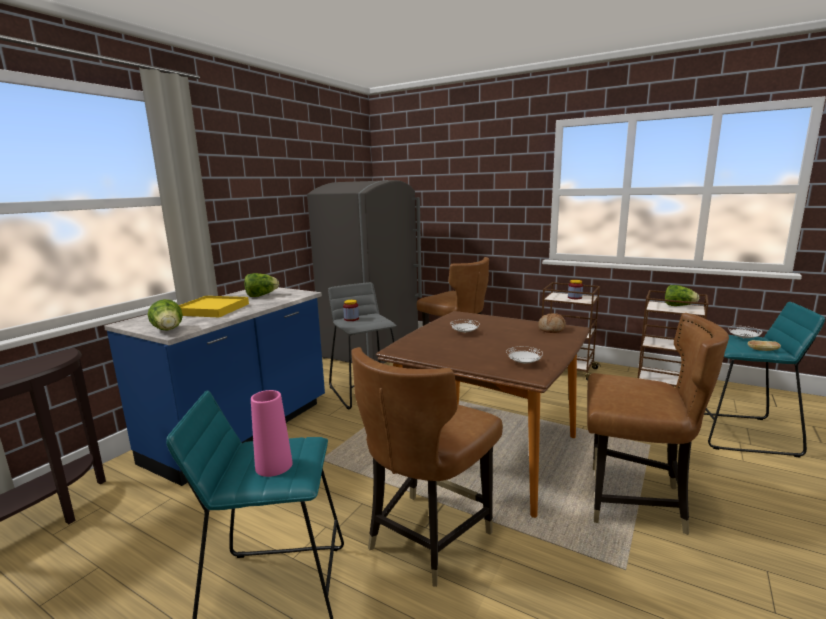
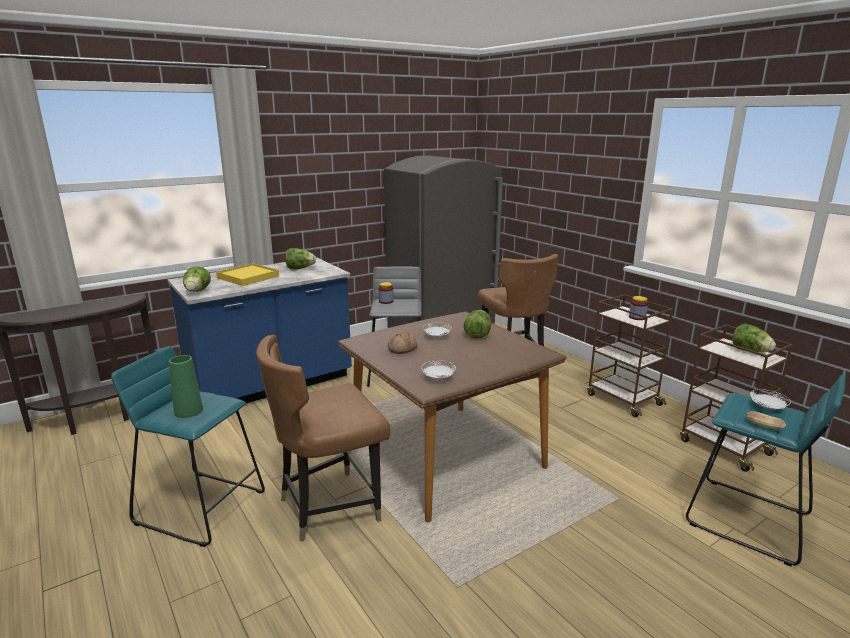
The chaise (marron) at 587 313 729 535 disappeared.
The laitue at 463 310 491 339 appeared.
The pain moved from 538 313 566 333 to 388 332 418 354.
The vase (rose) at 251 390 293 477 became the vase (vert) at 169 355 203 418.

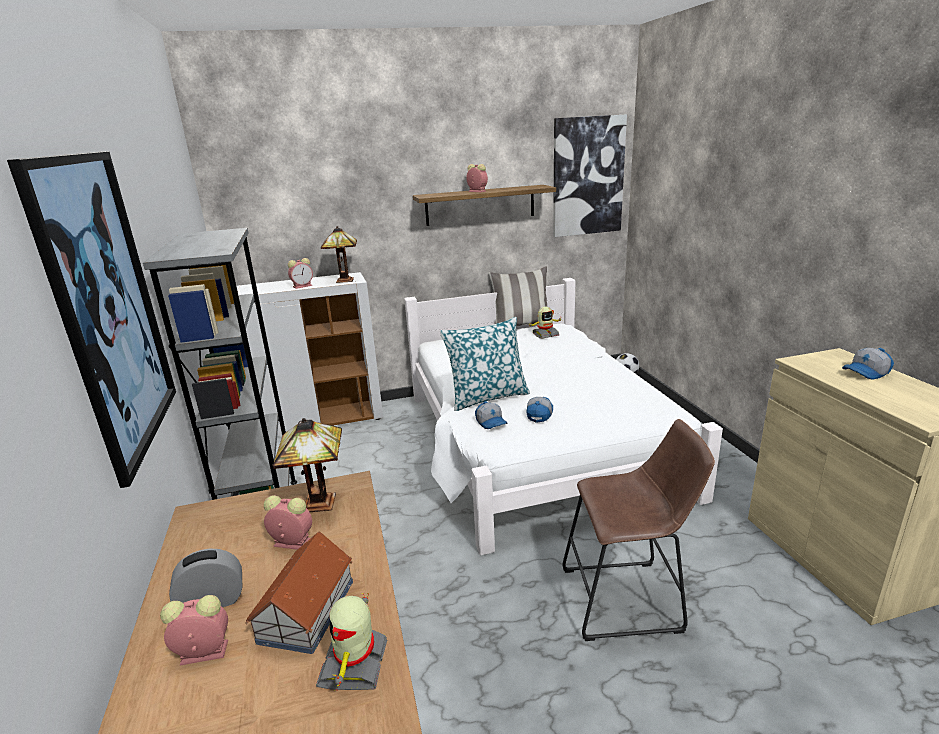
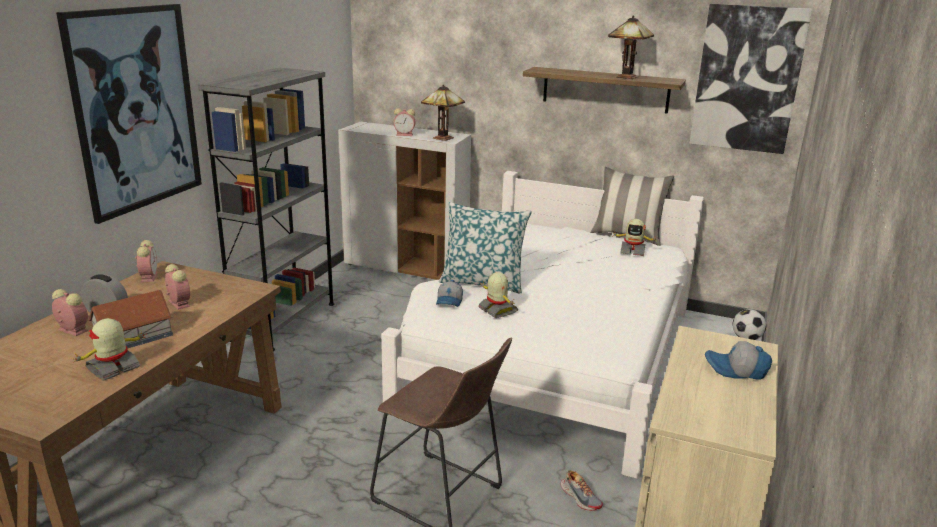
The chaussure at 561 470 603 511 appeared.
The lampe de table moved from 273 418 342 512 to 608 15 654 79.
The réveil moved from 466 164 488 192 to 135 240 157 282.
The casquette at 526 397 553 423 was replaced by the robot jouet at 479 272 518 318.

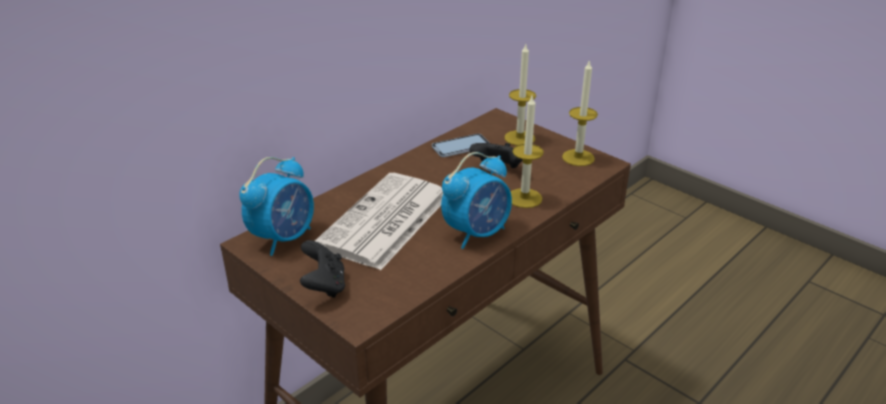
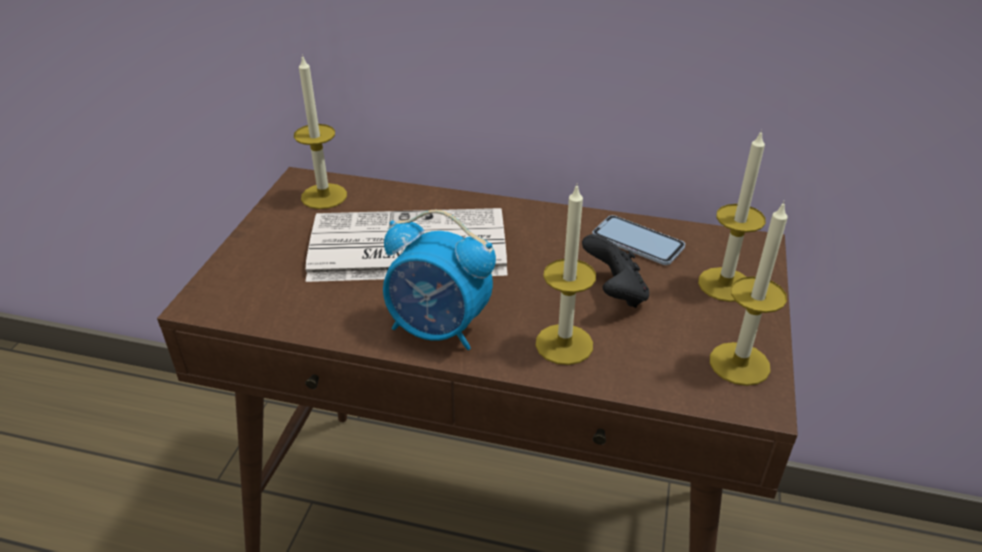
The manette (noir) at 300 240 345 298 disappeared.
The réveil at 239 157 314 256 was replaced by the bougie at 294 54 347 209.

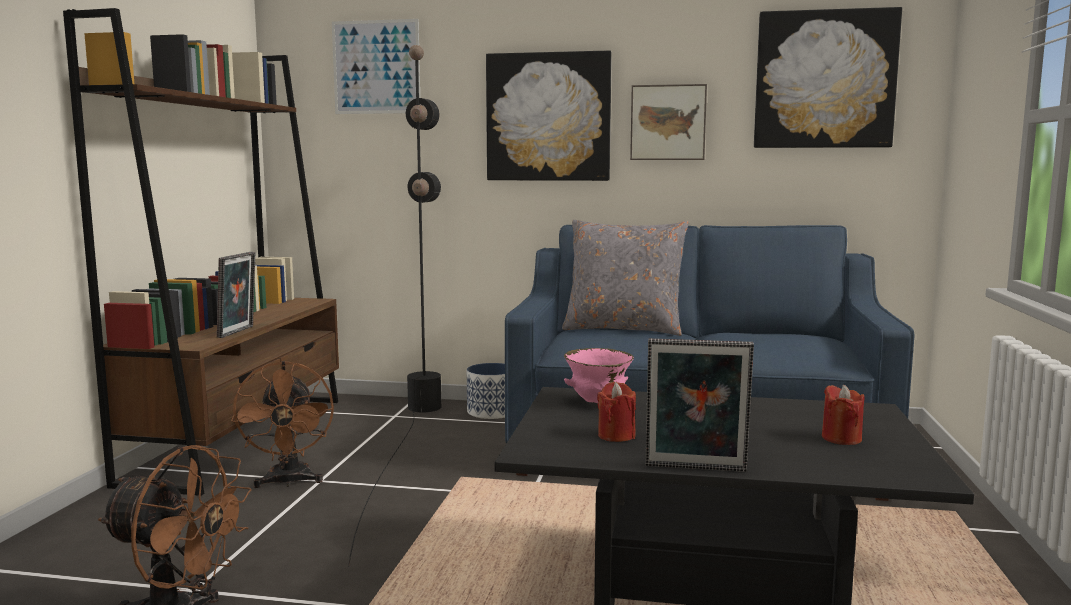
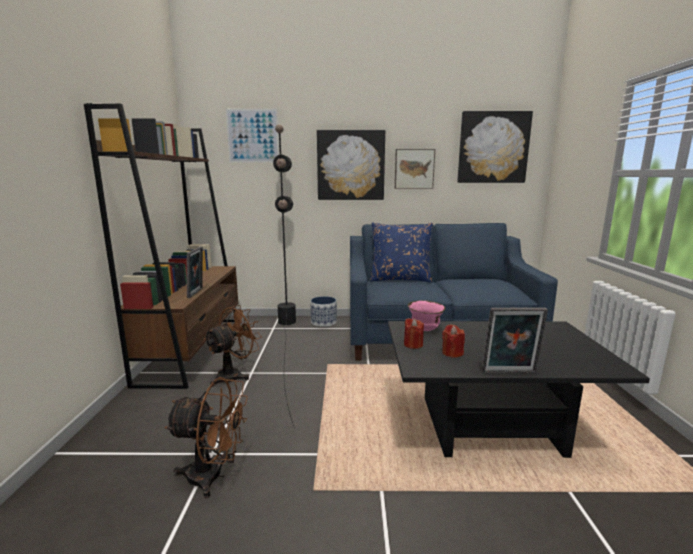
The bougie (rouge) moved from 822 385 865 445 to 404 318 424 349.
The coussin (gris) at 562 220 689 336 became the coussin (bleu) at 370 223 433 283.
The ventilateur (marron) at 231 361 334 488 turned 120 degrees counterclockwise.

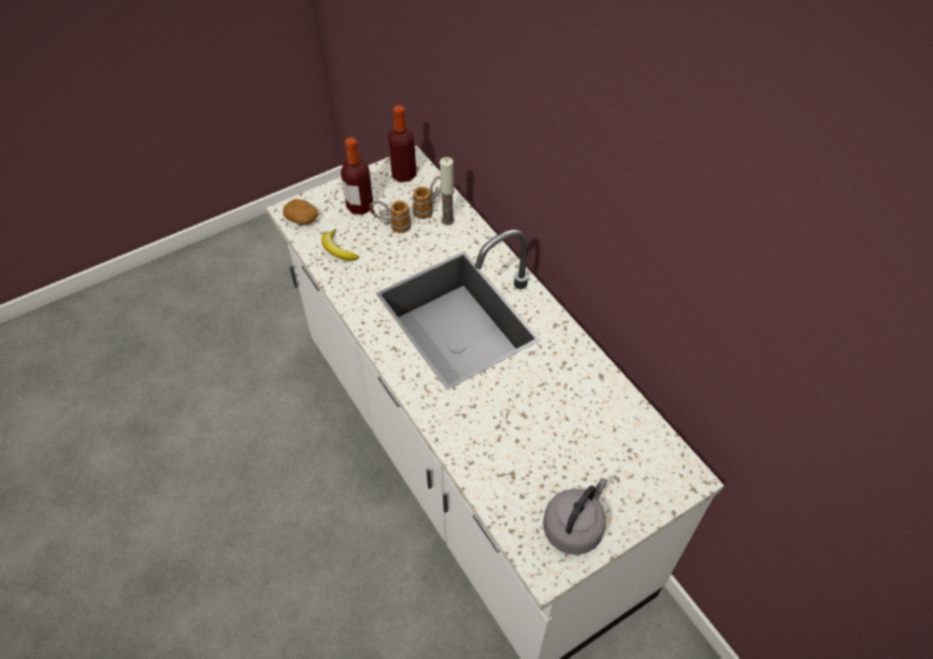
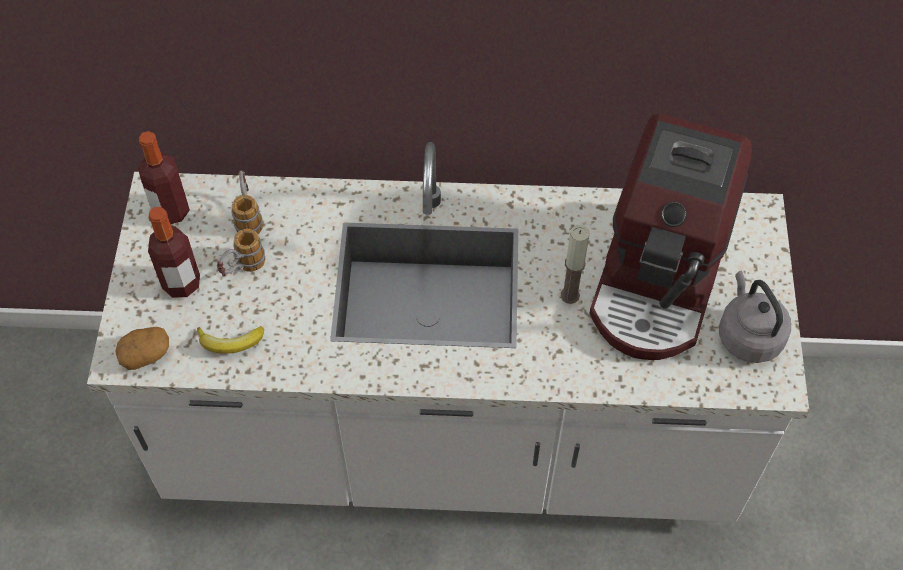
The machine à café at 589 114 752 360 appeared.
The bougie moved from 440 157 455 225 to 561 225 590 304.

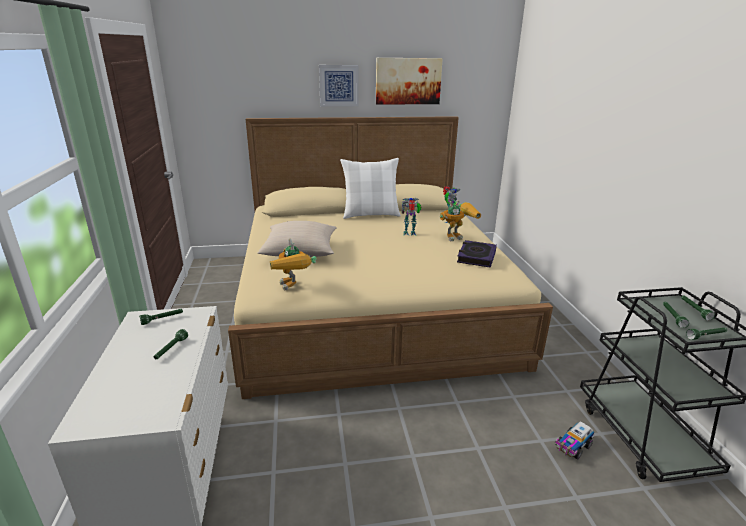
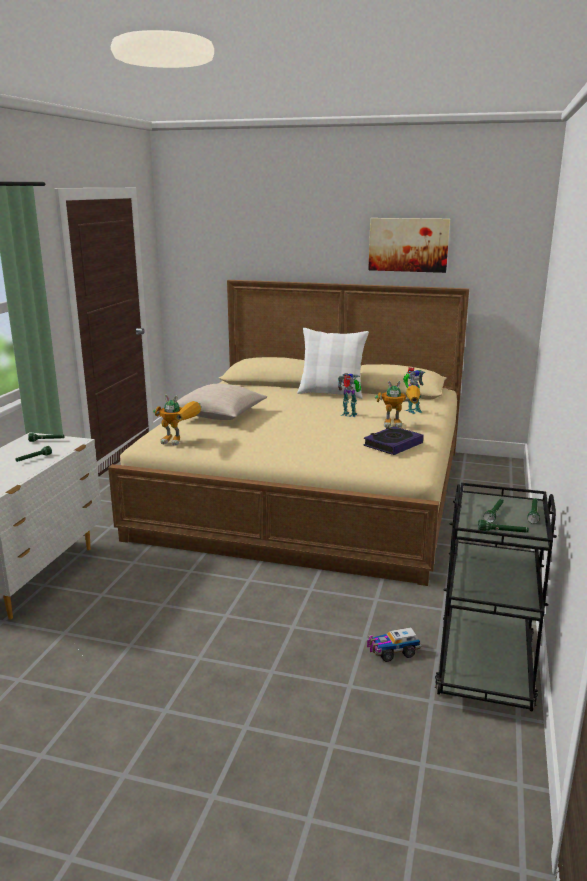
The tableau at 319 65 358 107 disappeared.
The robot jouet at 270 239 317 290 turned 75 degrees counterclockwise.

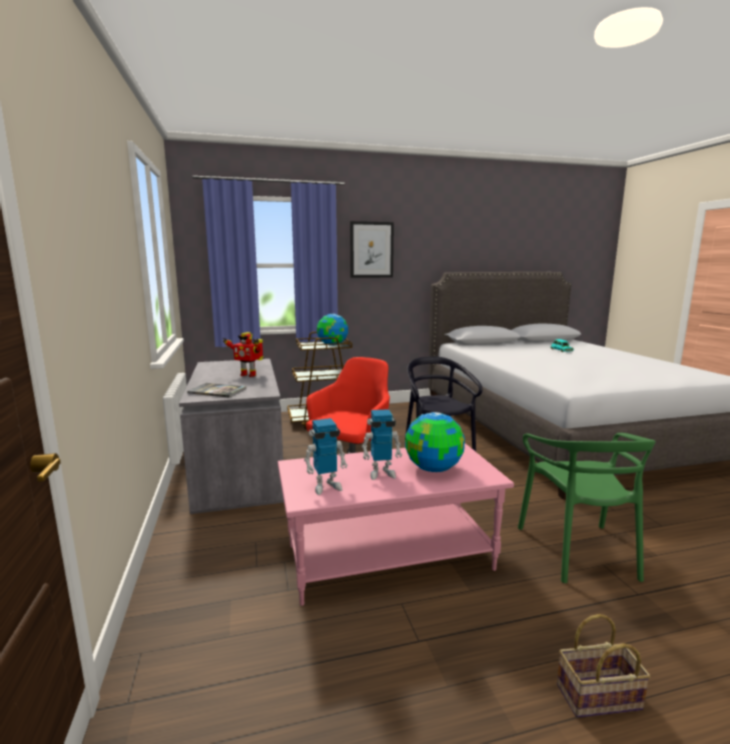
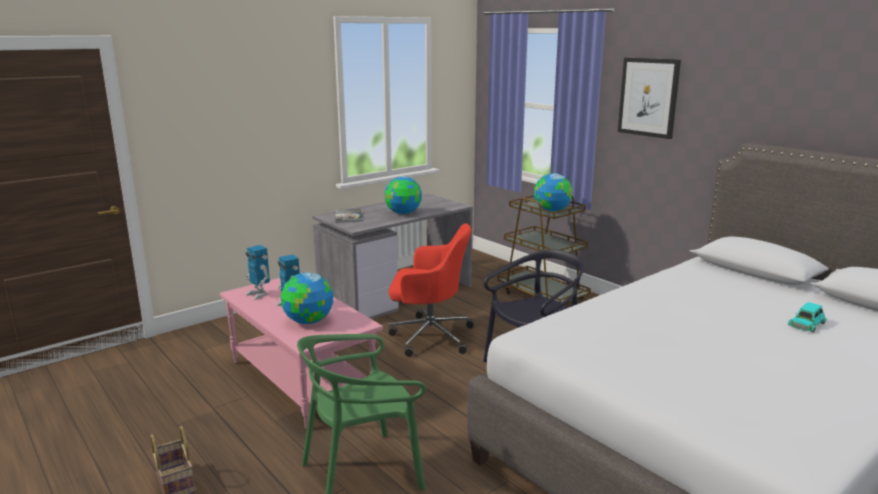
The robot jouet at 223 332 264 377 was replaced by the globe at 385 176 422 214.

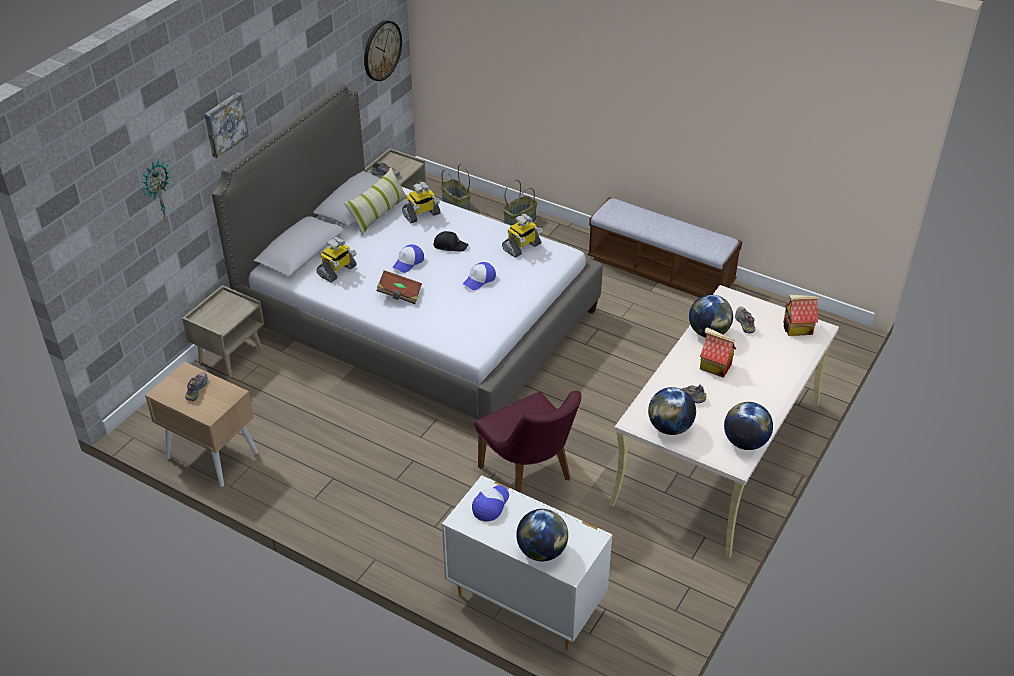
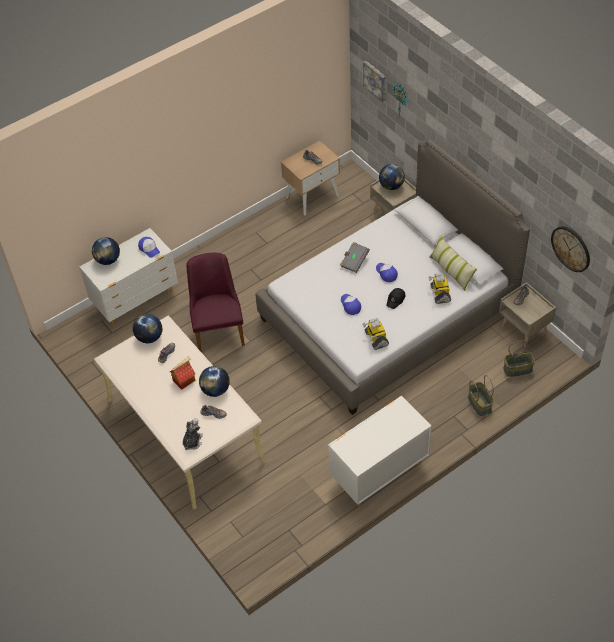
The robot jouet at 316 237 357 282 disappeared.
The tableau moved from 205 92 249 158 to 363 61 386 102.
The globe moved from 724 402 773 450 to 379 164 405 190.
The banc at 588 197 742 298 was replaced by the commode (blanc) at 328 396 432 507.
The maison miniature at 783 295 819 336 was replaced by the peluche at 183 418 203 450.
The livre (marron) at 376 270 422 304 became the livre (gris) at 340 242 370 273.
The chaise (violet) at 474 391 581 493 turned 90 degrees clockwise.

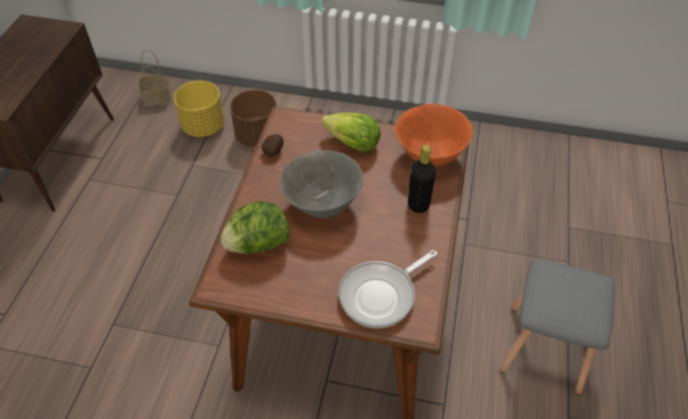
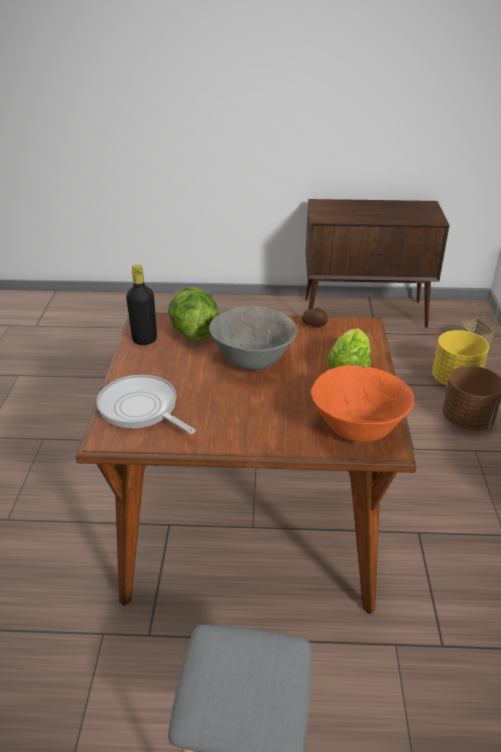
The bouteille (noir) moved from 408 145 436 213 to 126 264 157 345.

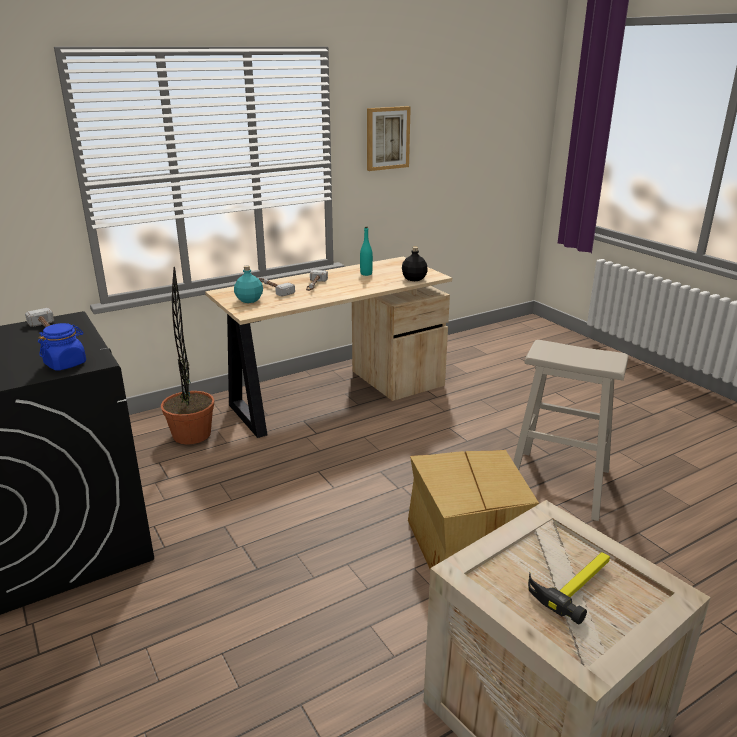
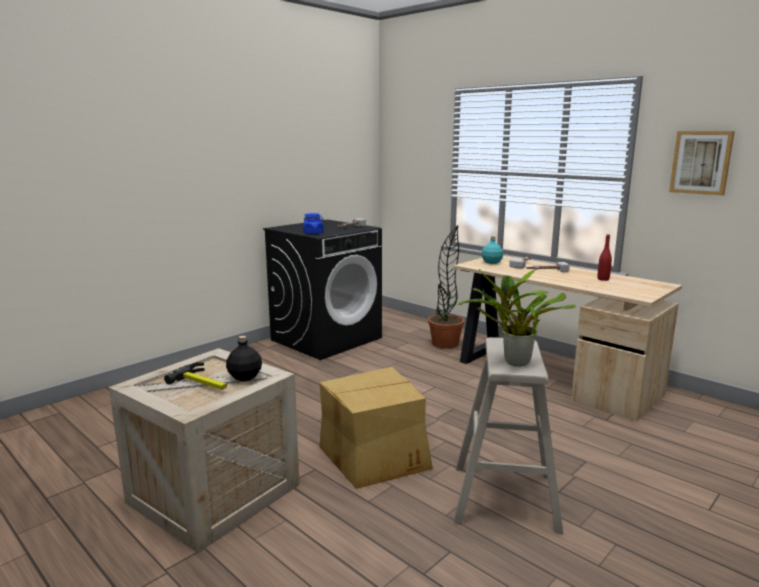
The plante en pot at 458 269 576 366 appeared.
The bouteille (noir) moved from 402 247 428 281 to 226 336 262 381.
The bouteille (turquoise) at 360 227 373 276 became the bouteille (rouge) at 597 234 612 281.

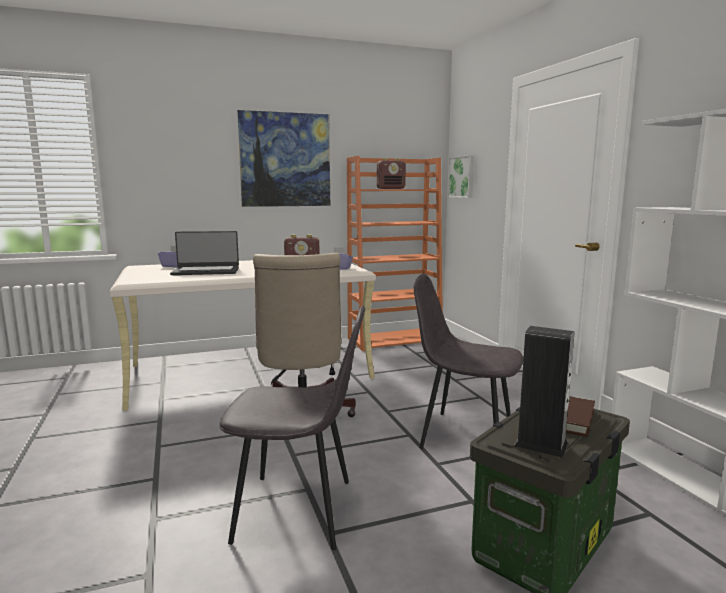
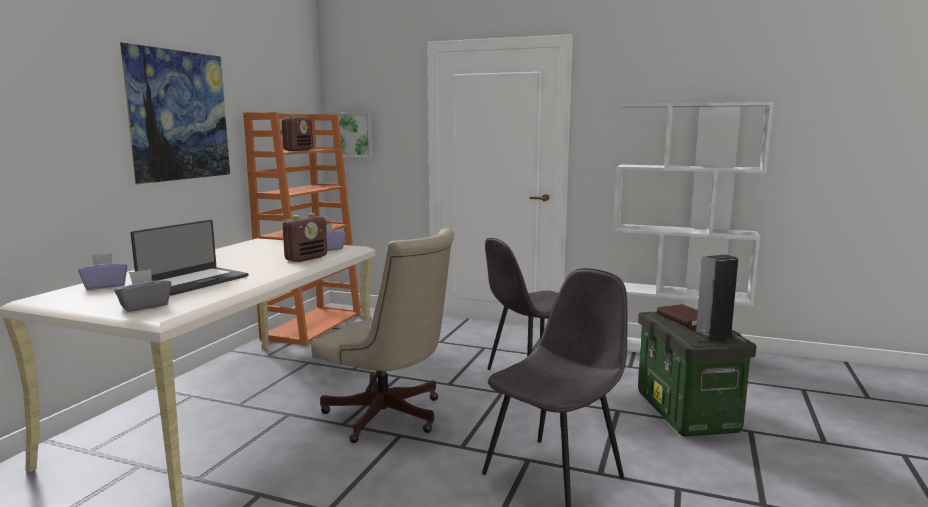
The boîte à mouchoirs (gris) at 114 269 171 312 appeared.

